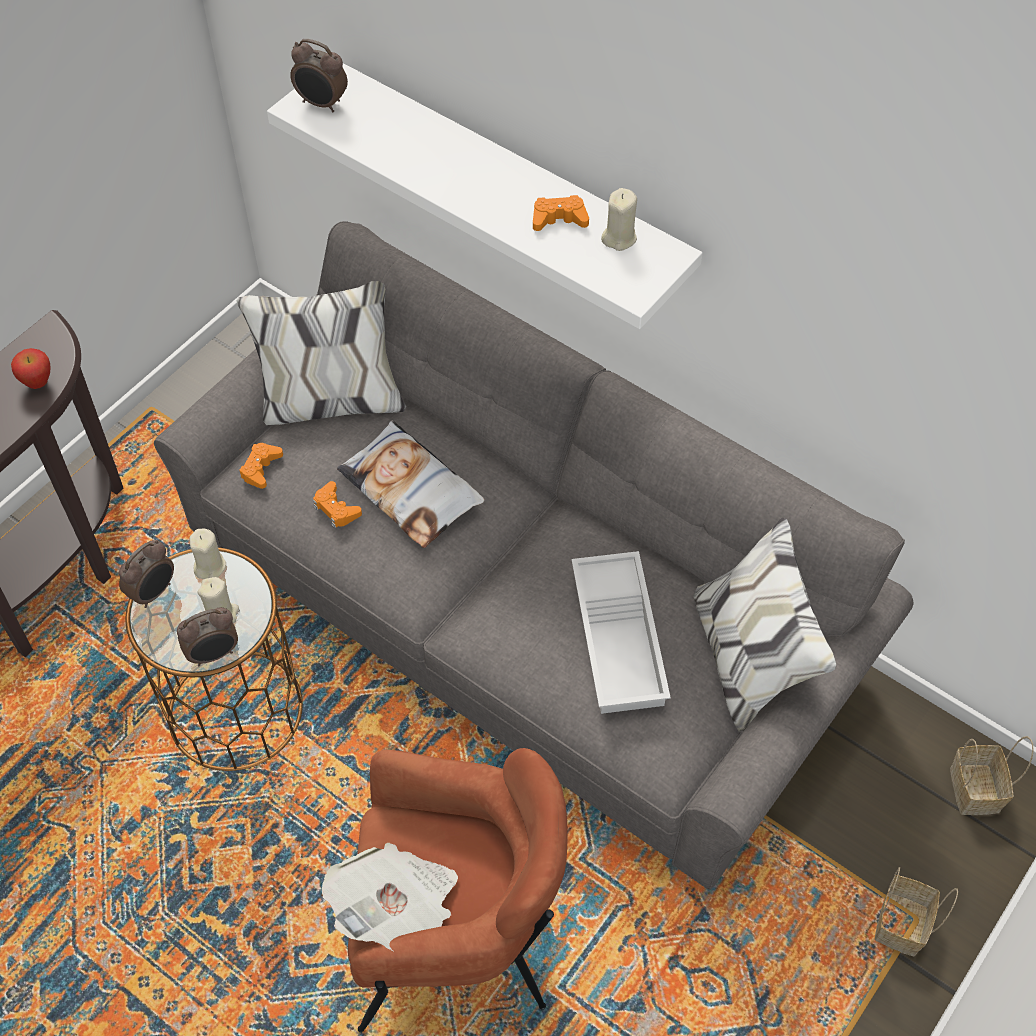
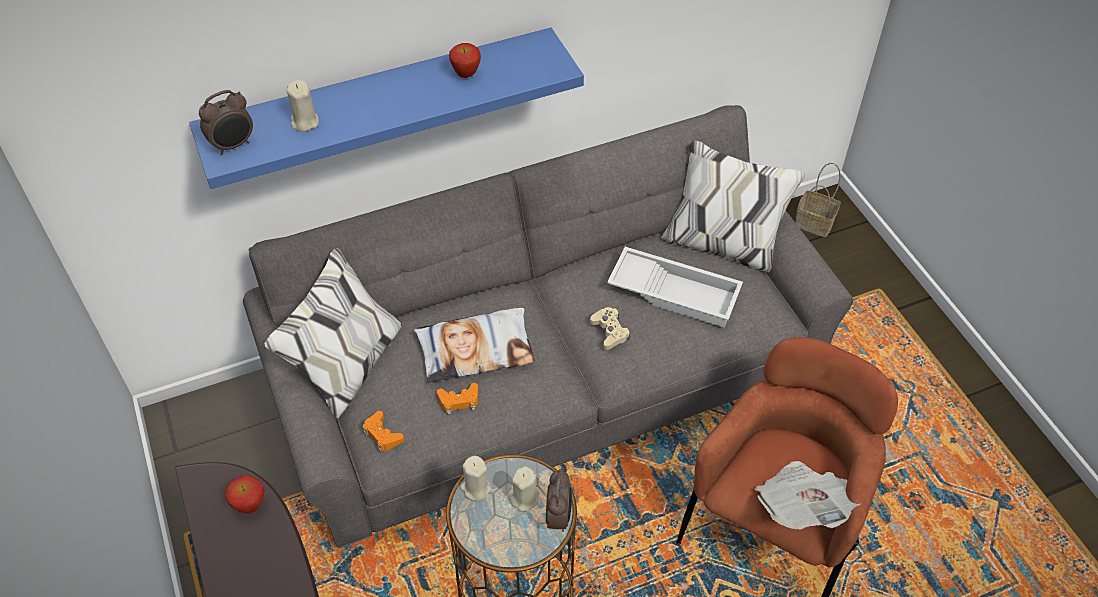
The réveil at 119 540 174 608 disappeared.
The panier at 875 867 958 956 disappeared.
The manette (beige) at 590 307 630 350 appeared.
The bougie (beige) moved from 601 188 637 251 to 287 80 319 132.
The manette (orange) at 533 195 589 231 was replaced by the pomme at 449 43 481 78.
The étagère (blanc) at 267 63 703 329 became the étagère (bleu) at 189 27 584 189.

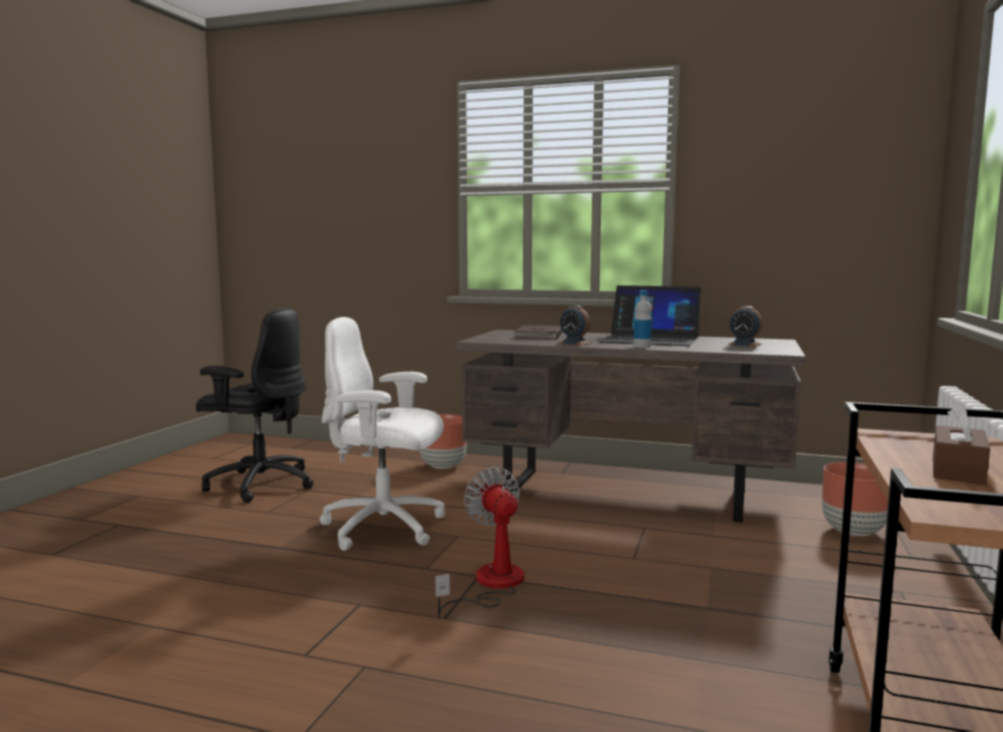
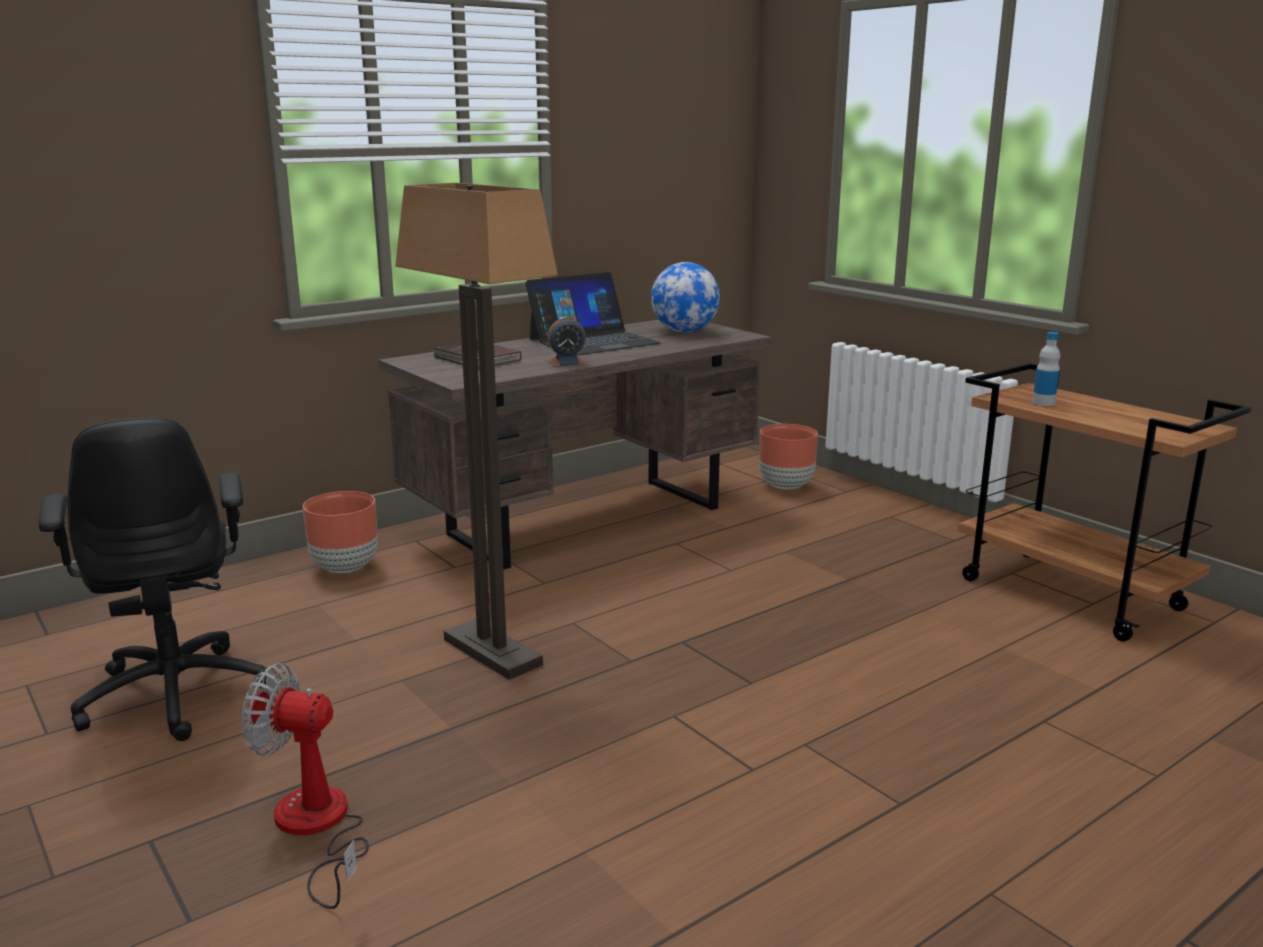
The boîte à mouchoirs (marron) at 933 401 990 485 disappeared.
The ventilateur moved from 435 467 524 619 to 242 663 369 909.
The bouteille moved from 633 290 652 348 to 1032 332 1060 406.
The chaise de bureau (blanc) at 320 317 445 551 was replaced by the lampadaire at 395 183 558 680.
The réveil at 728 306 763 347 was replaced by the globe at 651 262 720 333.
The chaise de bureau (noir) at 196 308 314 503 turned 105 degrees clockwise.

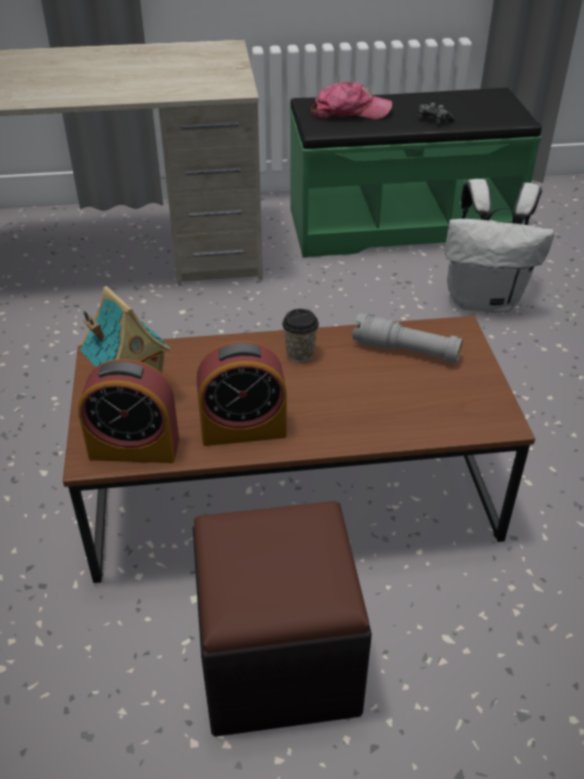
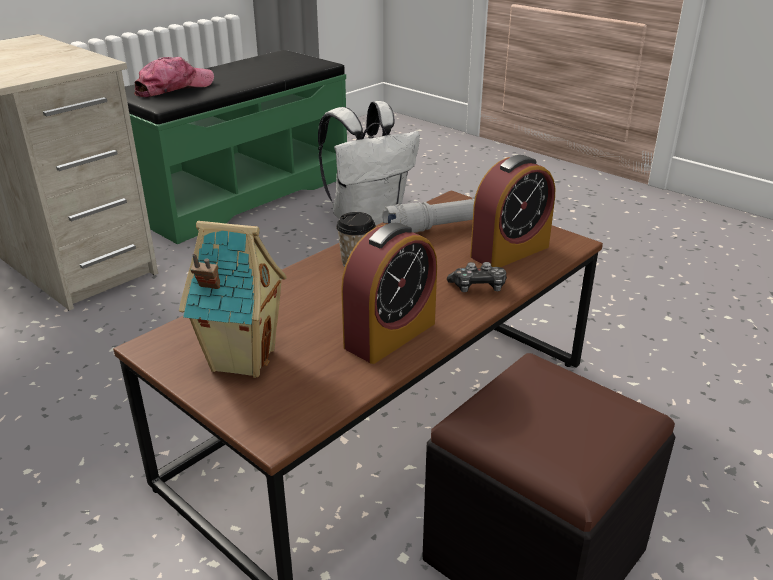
The réveil moved from 78 359 179 463 to 470 155 555 267.
The manette moved from 419 103 455 124 to 447 262 507 292.

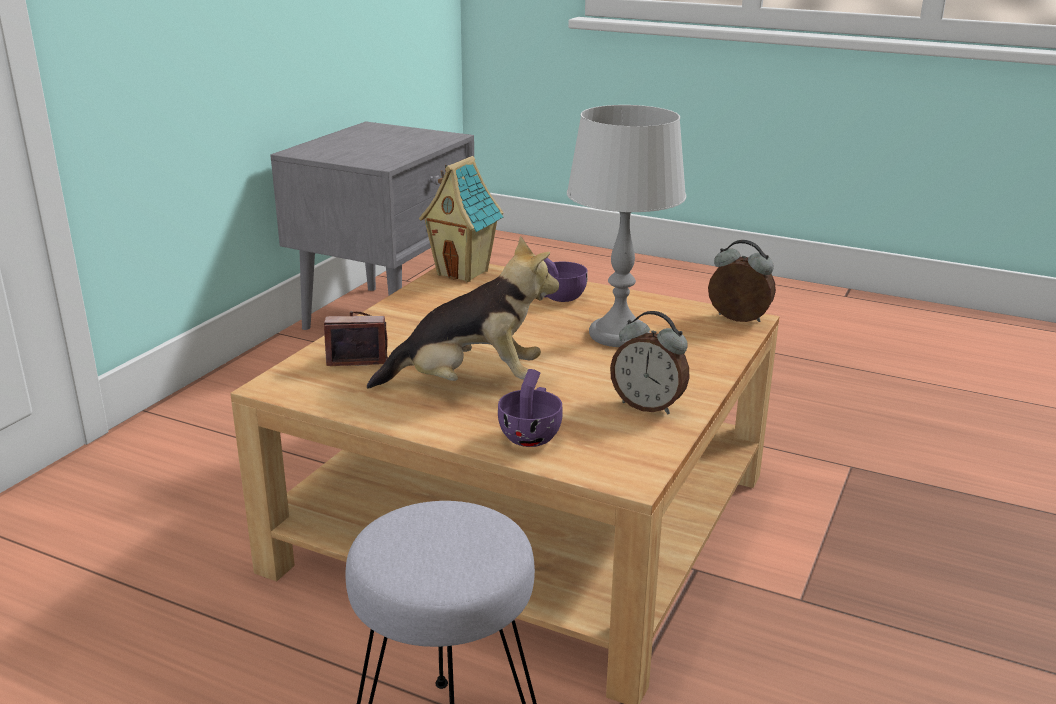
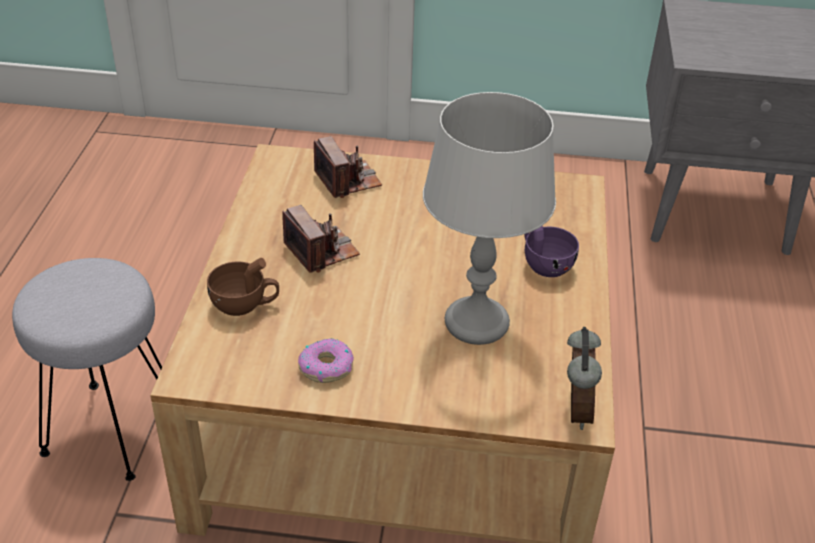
The maison miniature at 419 156 504 282 disappeared.
The peluche at 367 236 559 389 was replaced by the appareil photo at 282 205 360 273.
The réveil at 610 311 690 414 was replaced by the beignet at 298 339 354 383.
The tasse (violet) at 498 369 562 447 became the tasse (marron) at 207 258 279 316.

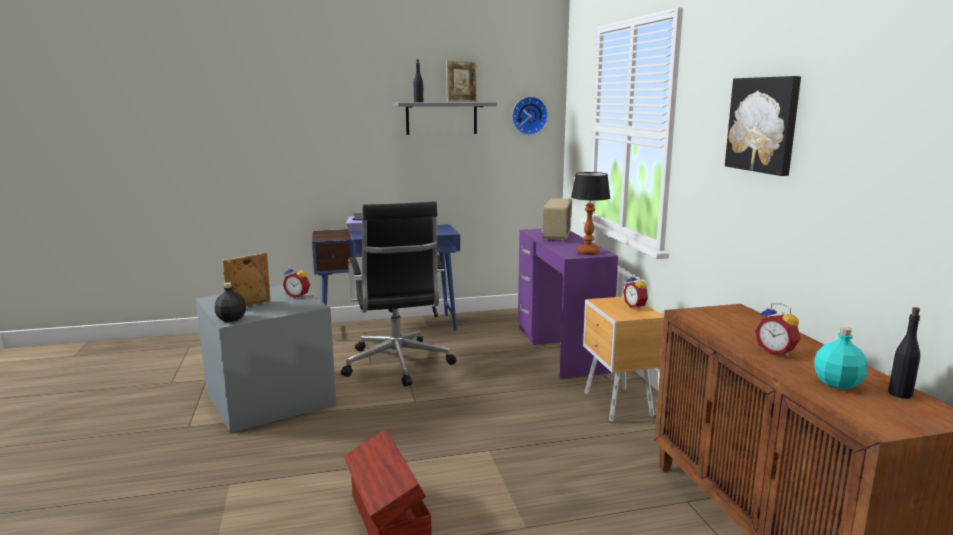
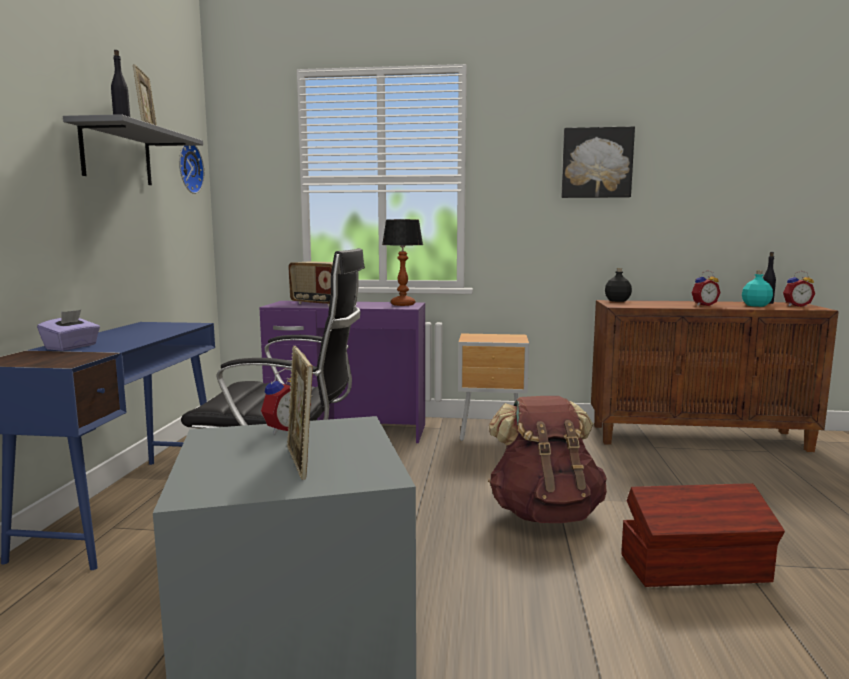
The sac à dos (marron) at 488 396 607 523 appeared.
The bouteille (noir) moved from 215 282 246 322 to 605 268 632 302.
The réveil moved from 623 273 648 310 to 783 271 815 307.

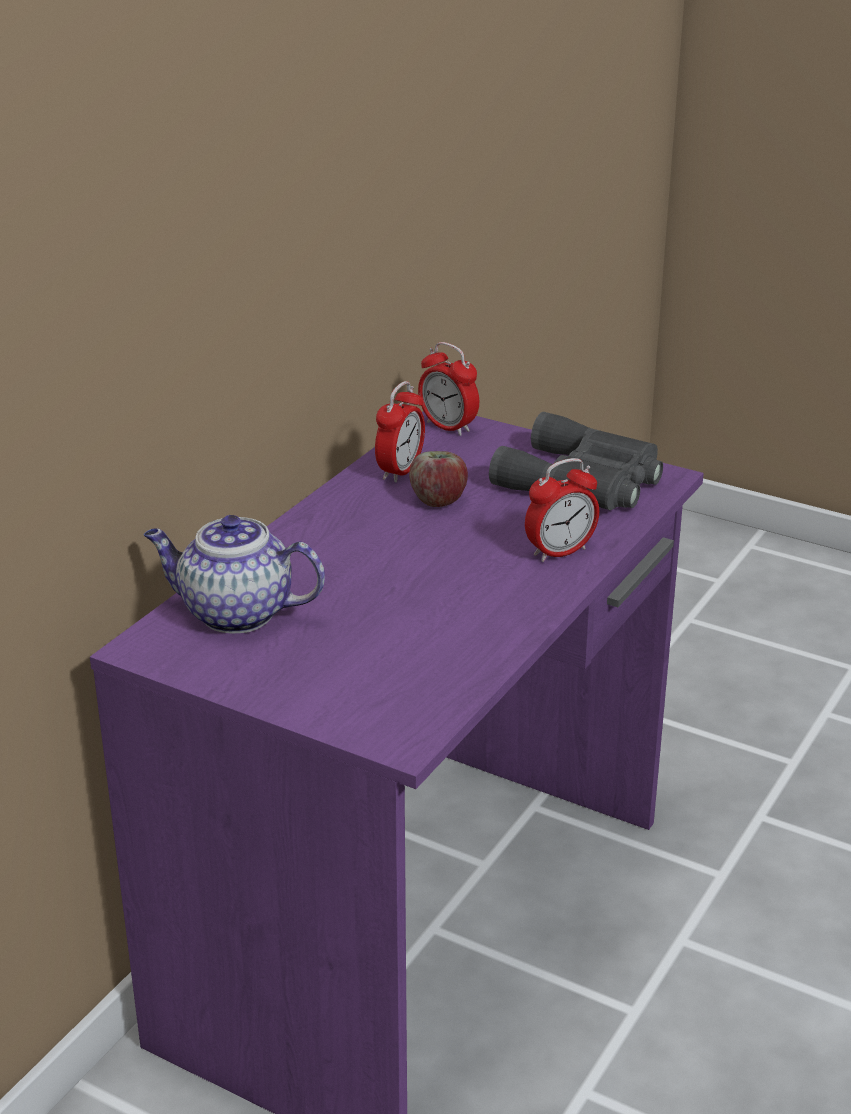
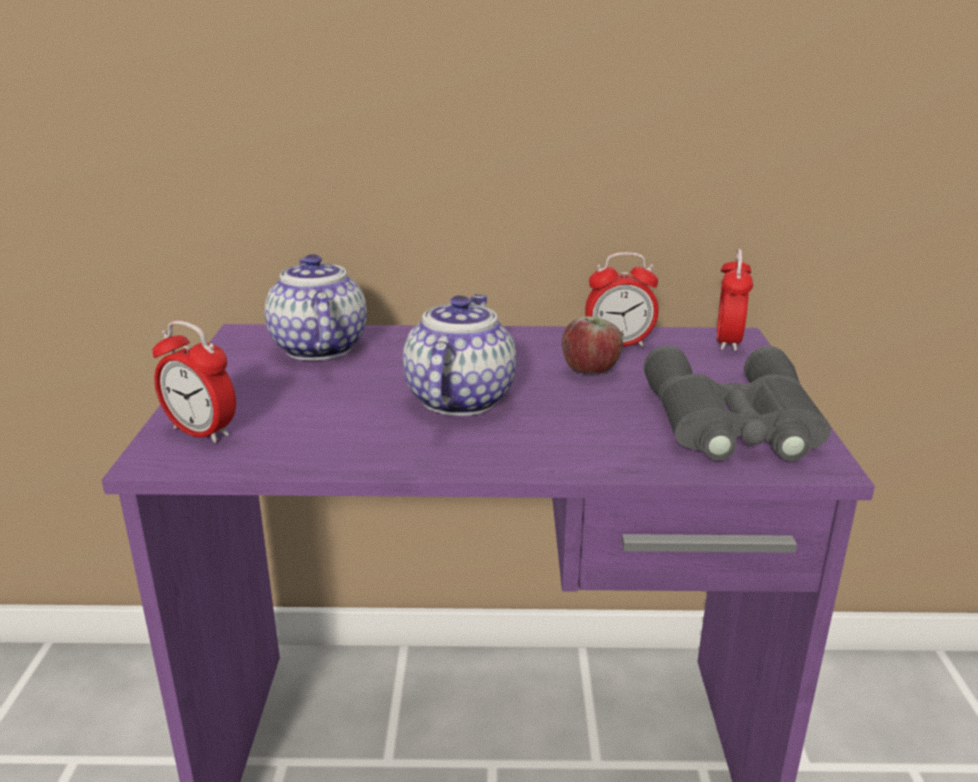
The théière at 403 294 516 416 appeared.
The réveil moved from 525 458 599 562 to 152 320 236 443.

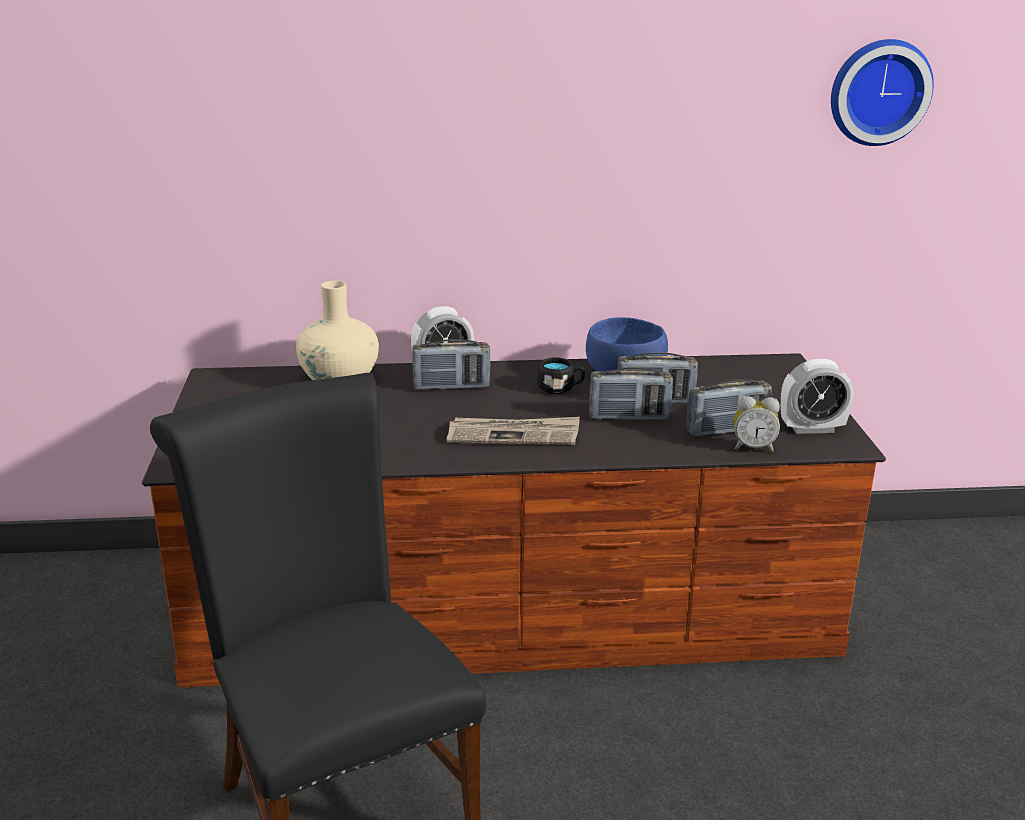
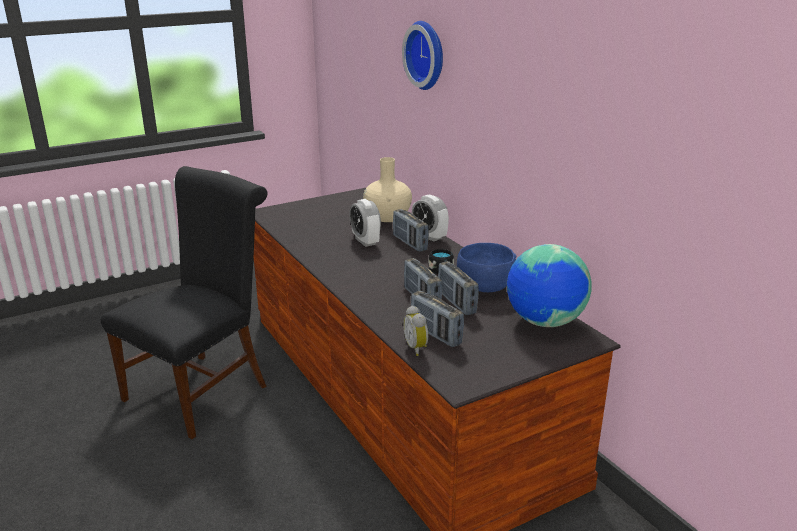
The journal at 447 417 580 445 disappeared.
The globe at 507 244 592 327 appeared.
The réveil moved from 781 359 854 434 to 350 199 381 247.
The horloge murale moved from 831 39 934 146 to 402 21 443 90.

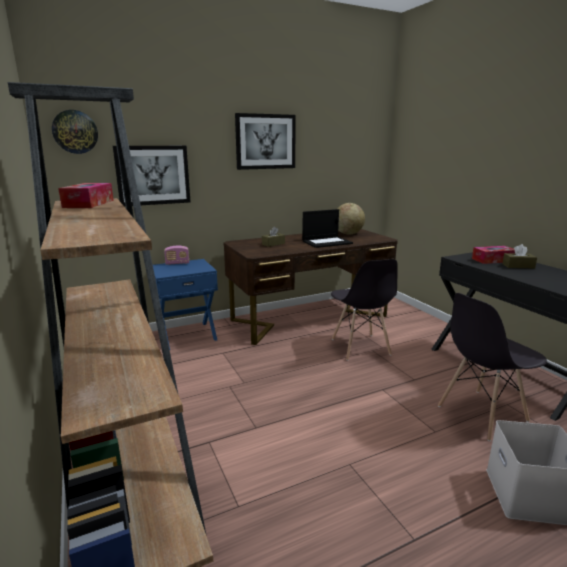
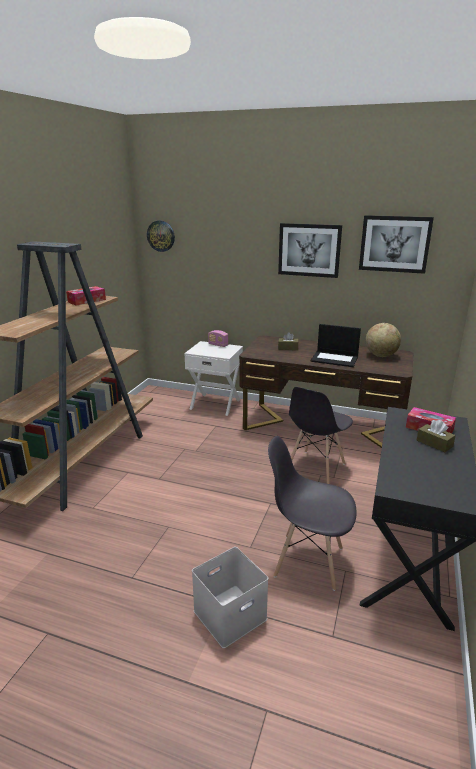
The tableau moved from 113 146 190 206 to 359 215 434 274.
The table de chevet (bleu) at 153 259 218 350 became the table de chevet (blanc) at 184 341 243 416.

